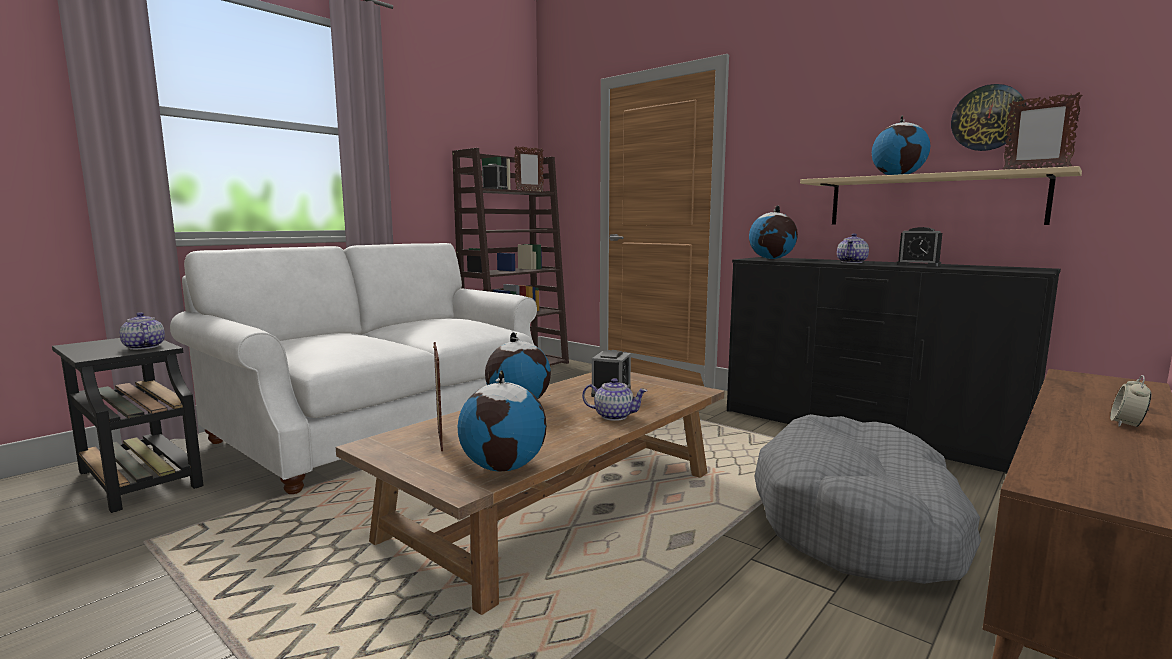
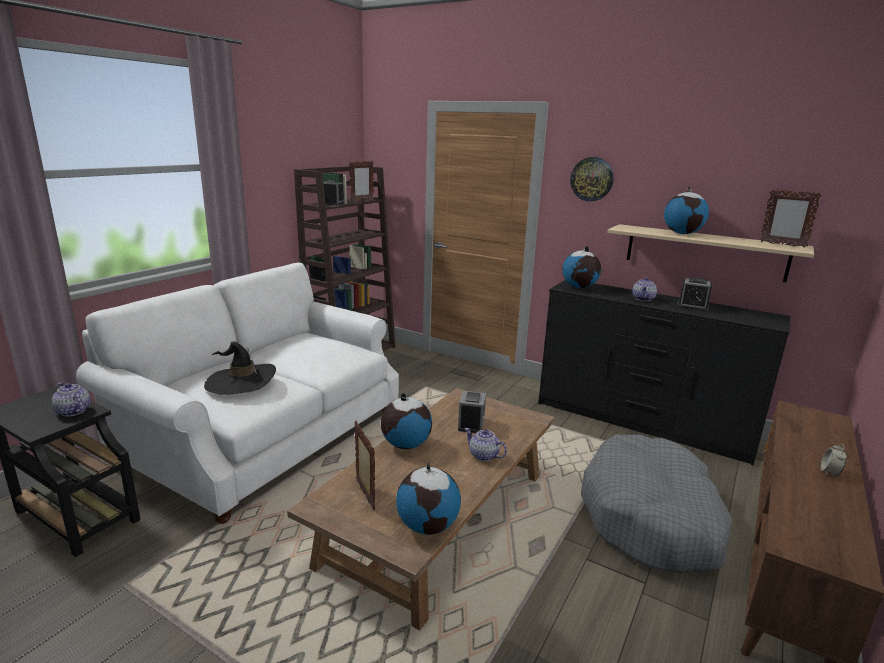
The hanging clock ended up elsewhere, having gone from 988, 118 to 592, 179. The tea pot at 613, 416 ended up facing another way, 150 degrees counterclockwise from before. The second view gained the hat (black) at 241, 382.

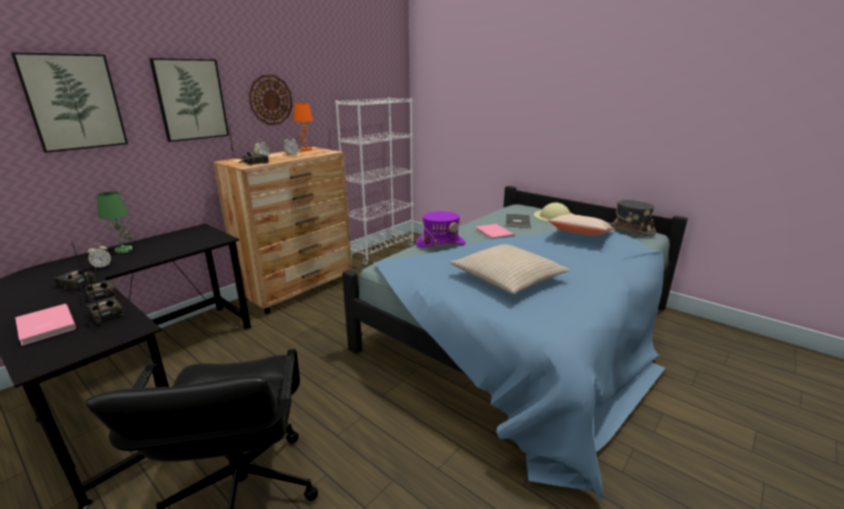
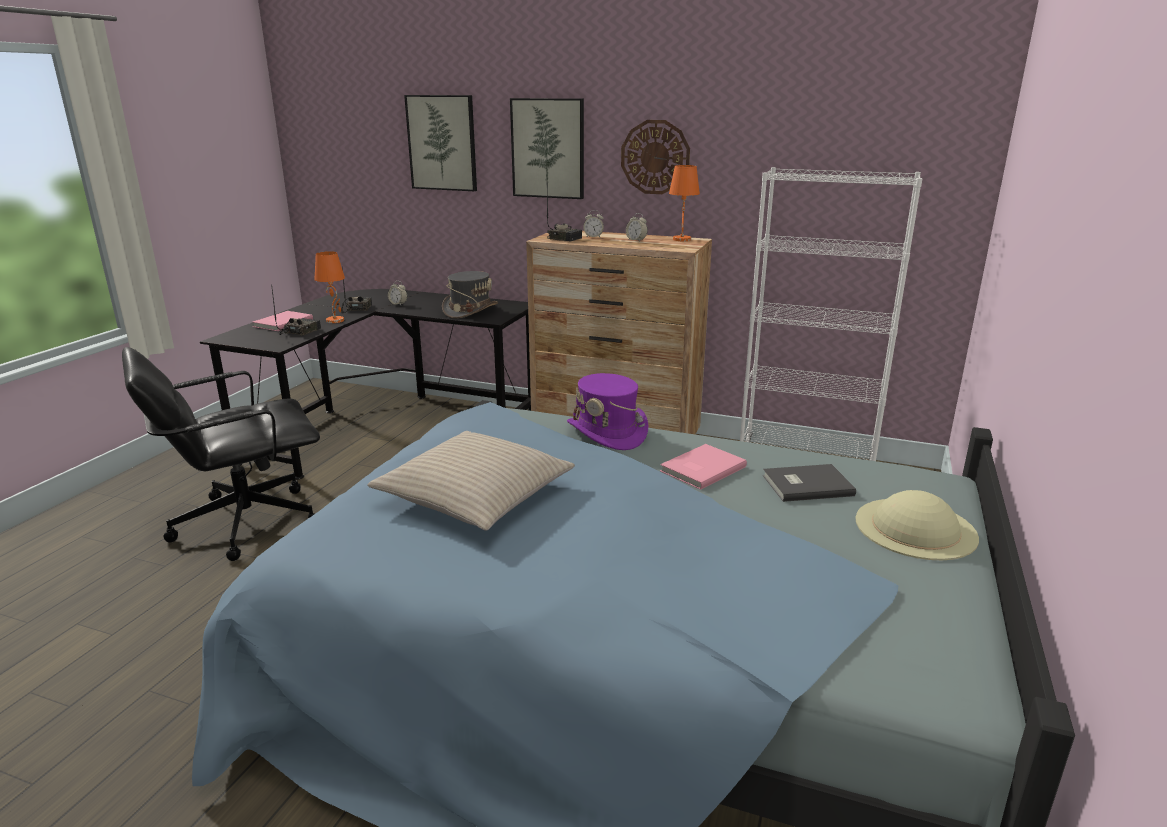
The second view lost the tabletop lamp (greenish) at 124, 250. The hat (greyish) ended up elsewhere, having gone from 630, 230 to 470, 311. The second view lost the cushion (beige-coloured) at 580, 235. Where the radio stood at 99, 296, the tabletop lamp (orangey) came to stand at 335, 320.

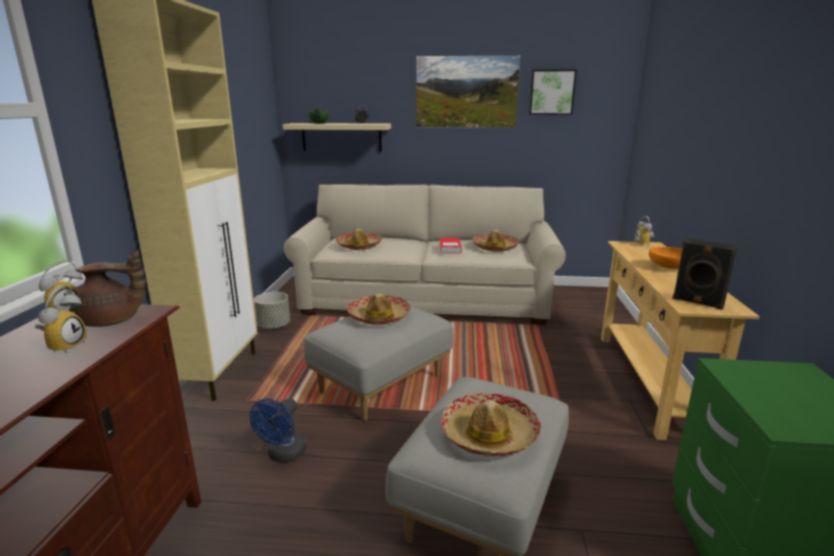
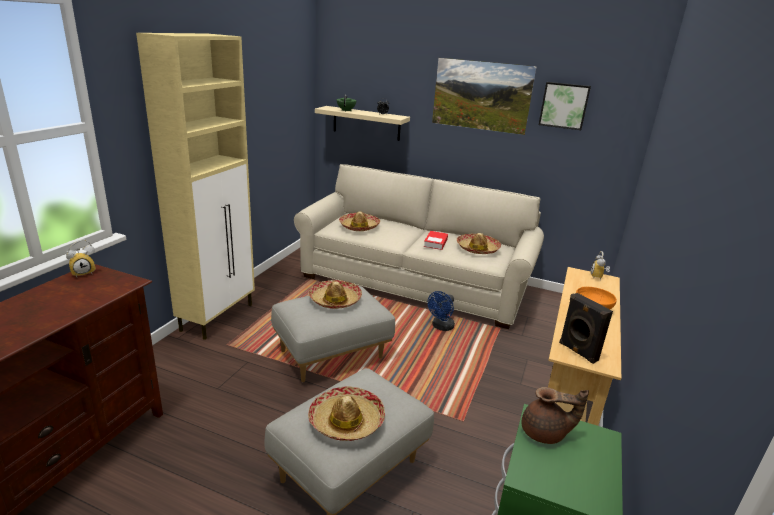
The tea pot (brownish) ended up elsewhere, having gone from 112, 321 to 545, 433. The second view lost the bedside clock at 65, 346. The second view lost the planter (greyish) at 274, 326. The cooling fan (blue-coloured) ended up elsewhere, having gone from 283, 455 to 441, 327.

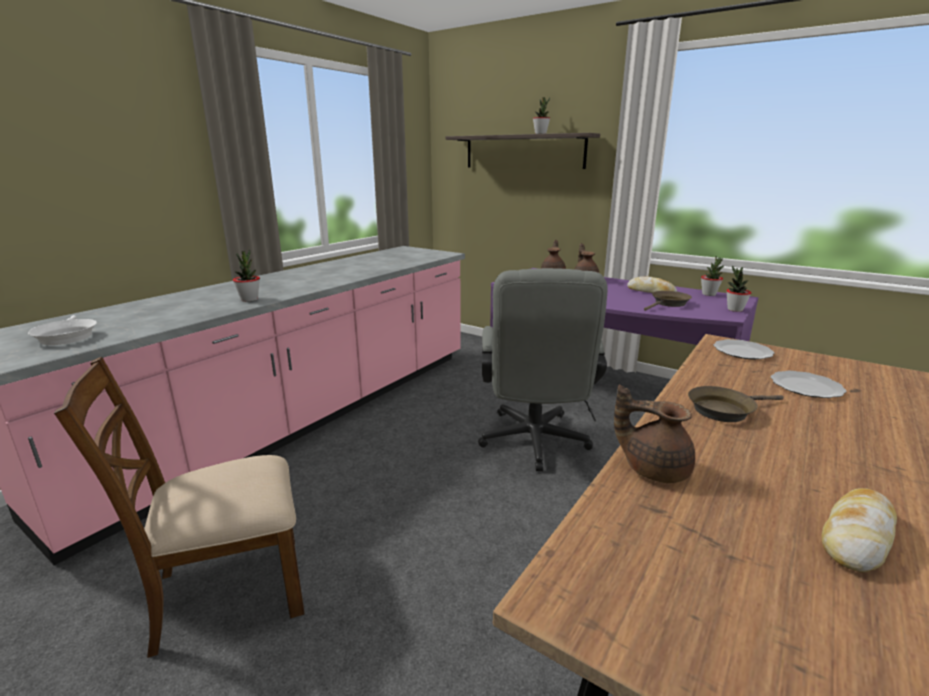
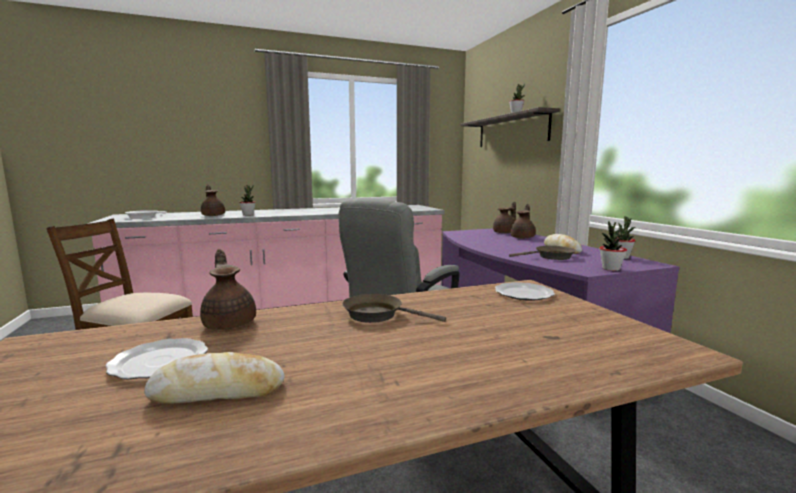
The flat dish ended up elsewhere, having gone from 805, 386 to 161, 361. The second view gained the tea pot (brownish) at 213, 215.

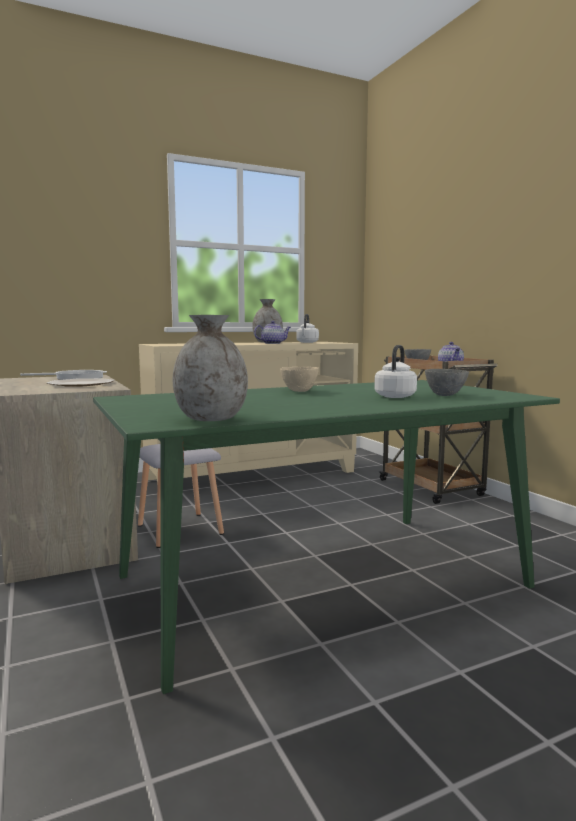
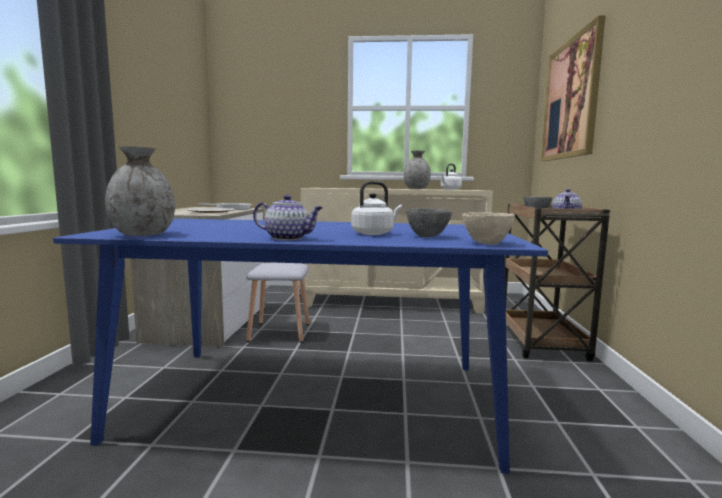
The tea pot ended up elsewhere, having gone from 273, 343 to 289, 238. The serving bowl (beige-coloured) ended up elsewhere, having gone from 300, 391 to 487, 243. What was the dinner table (greenish) at 323, 581 turned into the dinner table (blue-coloured) at 315, 399. The second view gained the wall art at 571, 99.

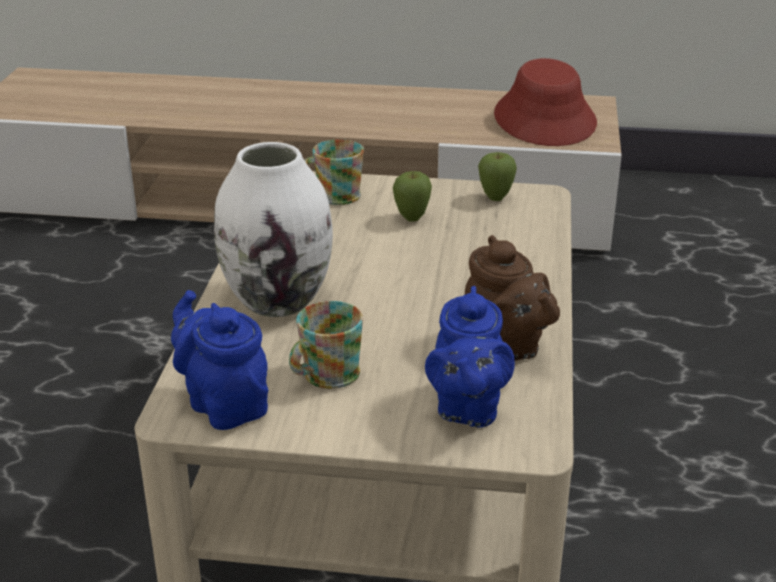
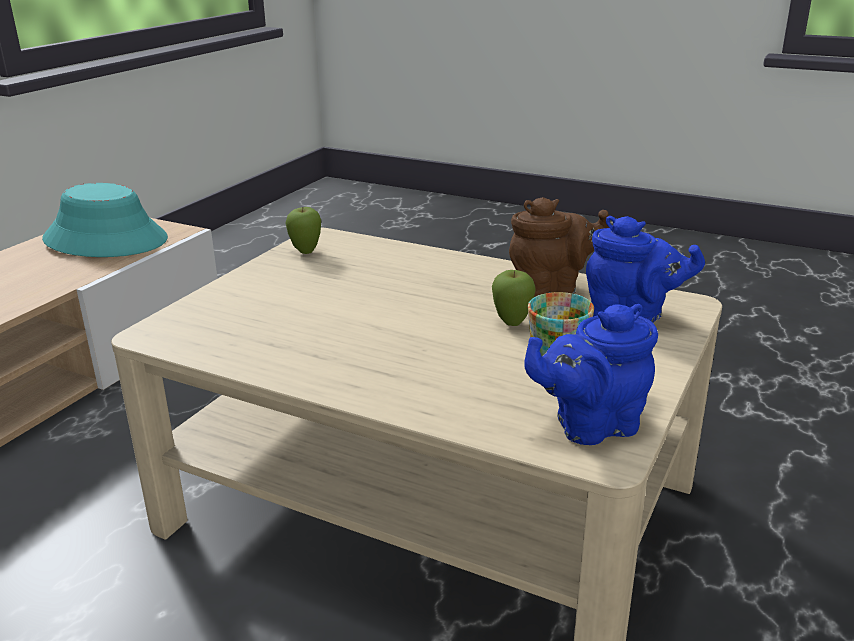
What was the hat (reddish) at 545, 119 turned into the hat (turquoise-coloured) at 106, 239. The second view lost the mug at 332, 195. The second view lost the flower vase (white-coloured) at 278, 300. The apple fruit ended up elsewhere, having gone from 412, 219 to 512, 324.

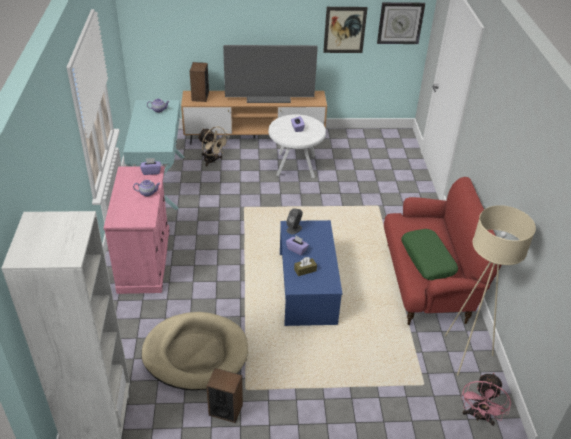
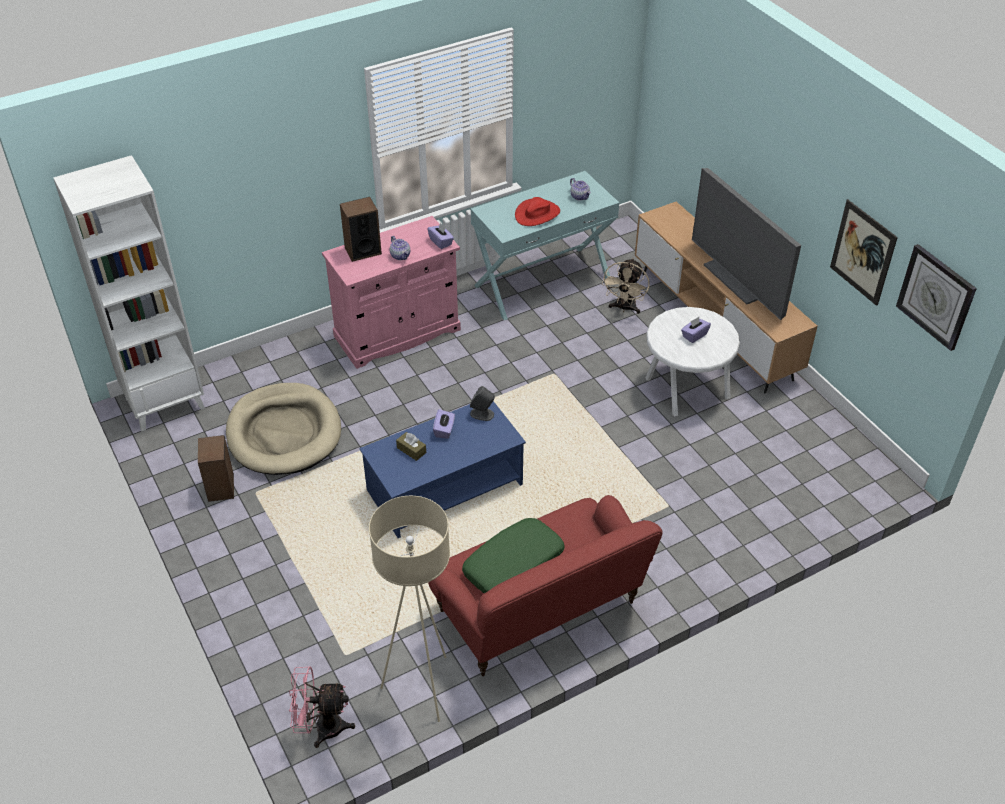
The speaker ended up elsewhere, having gone from 200, 96 to 362, 251. The second view gained the hat (reddish) at 537, 214.

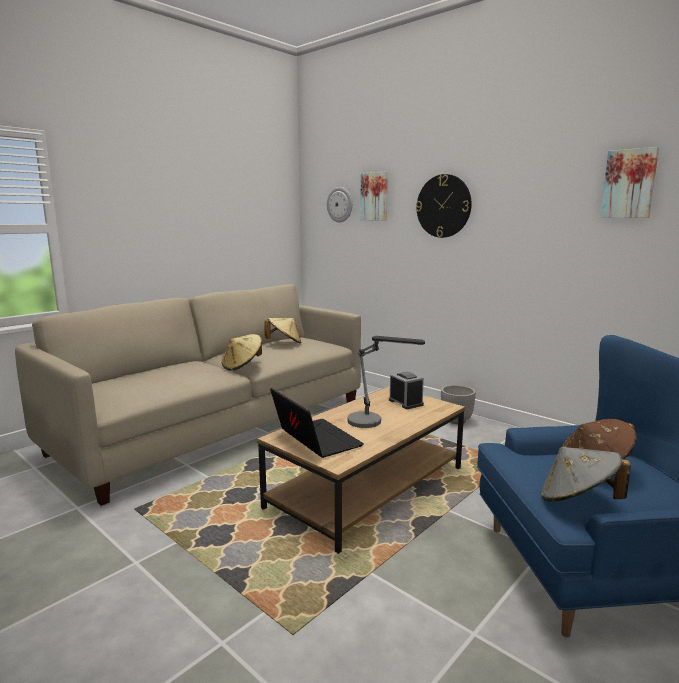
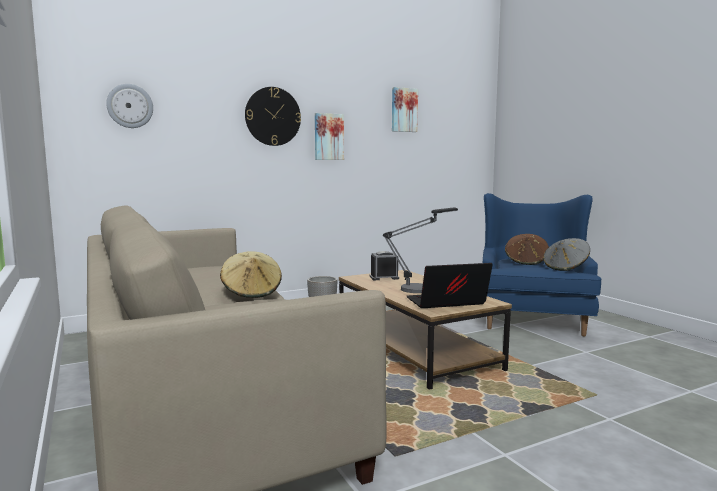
The wall art ended up elsewhere, having gone from 375, 196 to 328, 137. The second view lost the hat (beige-coloured) at 284, 343.

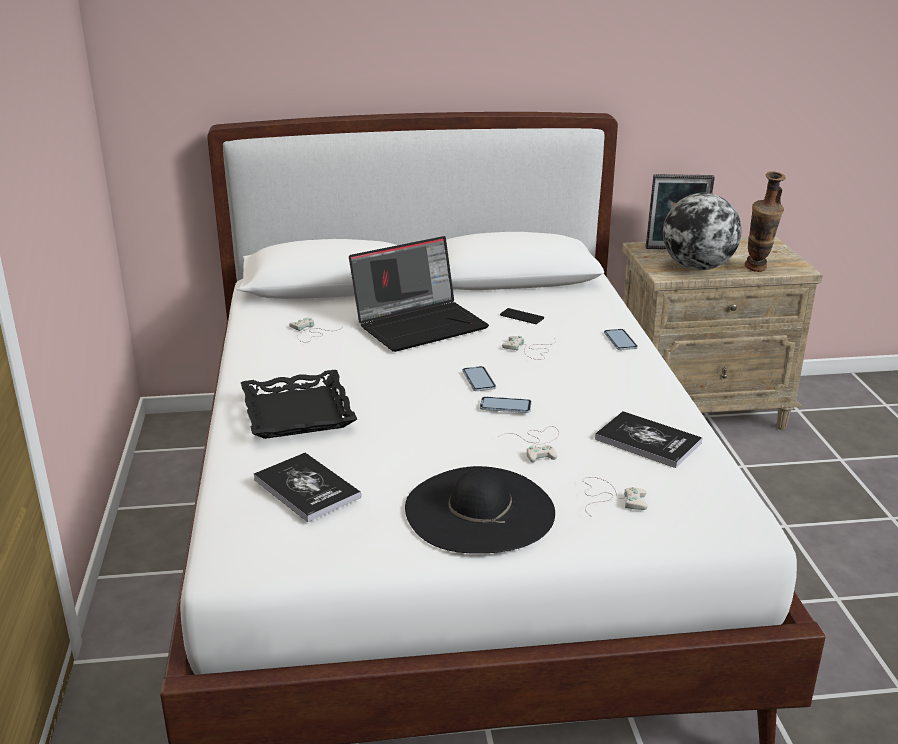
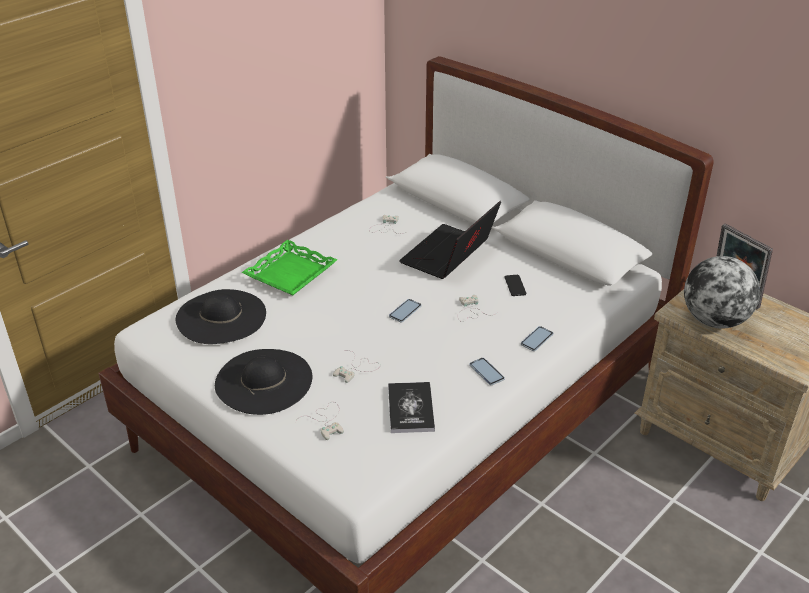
The second view lost the flower vase at 757, 271. The laptop at 420, 324 ended up facing another way, 105 degrees clockwise from before. What was the serving tray (black) at 299, 413 turned into the serving tray (greenish) at 291, 274. The telephone ended up elsewhere, having gone from 505, 406 to 486, 372. Where the book stood at 306, 488, the hat (black) came to stand at 221, 316.

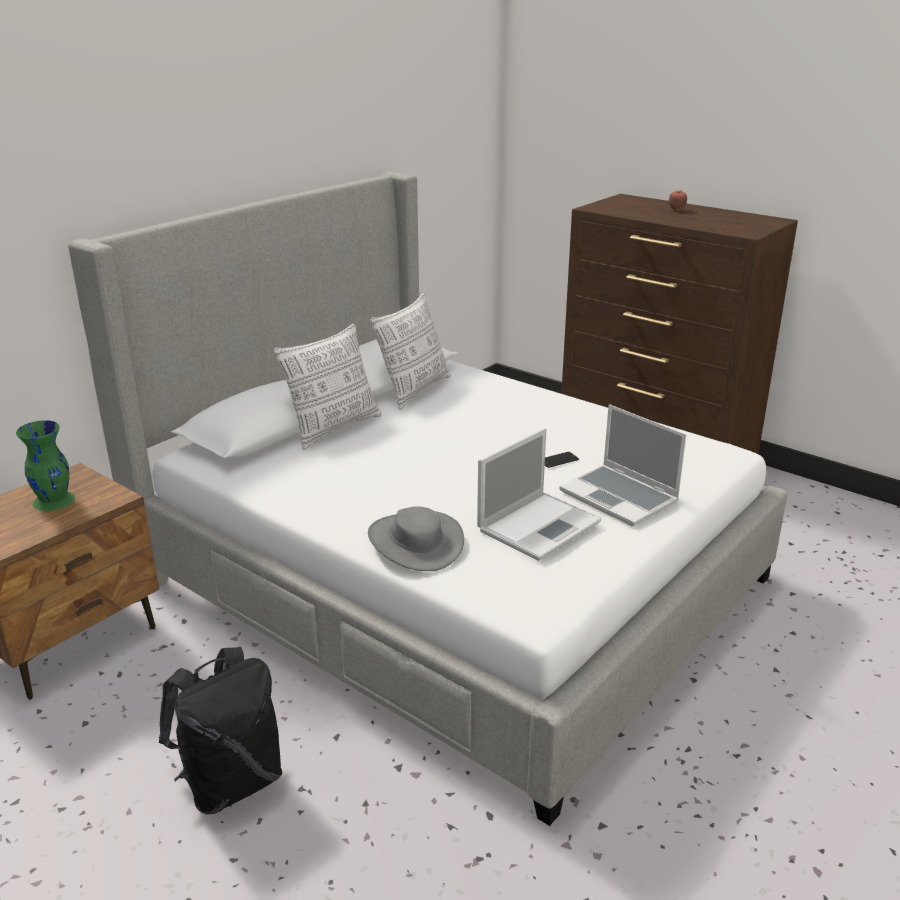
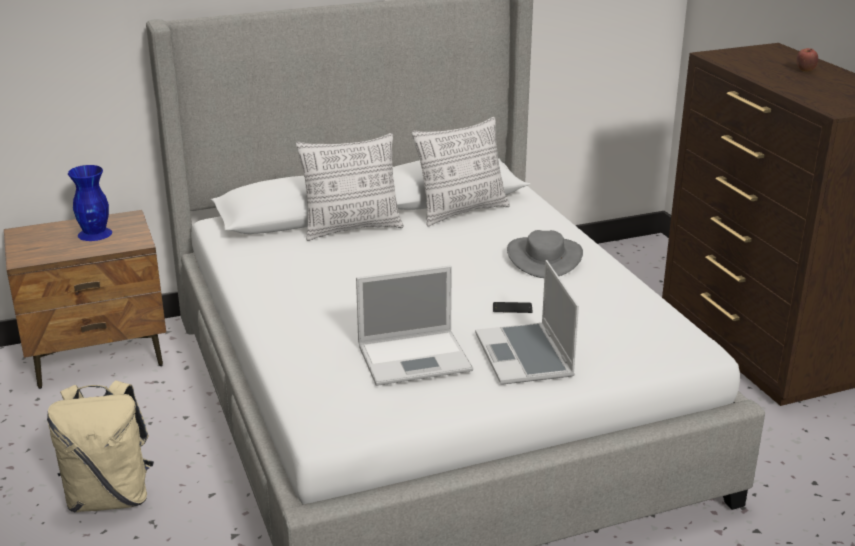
What was the flower vase (greenish) at 54, 501 turned into the flower vase (blue-coloured) at 95, 234. The hat (greyish) ended up elsewhere, having gone from 416, 542 to 544, 258. What was the backpack (black) at 231, 782 turned into the backpack (beige-coloured) at 110, 497.

